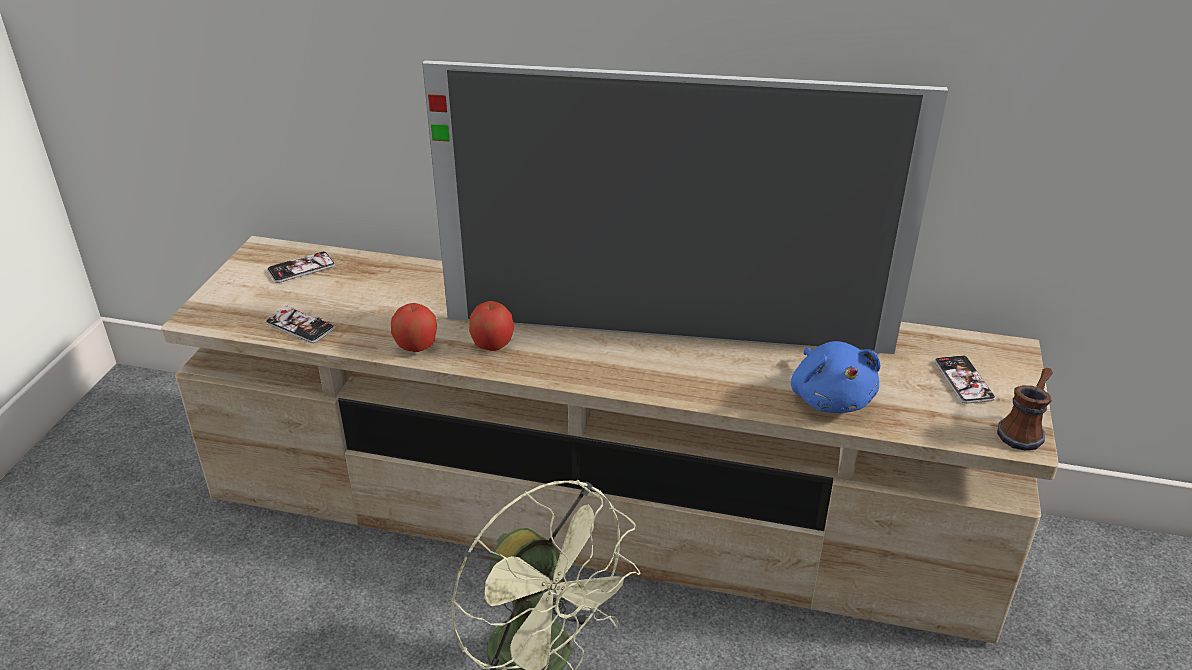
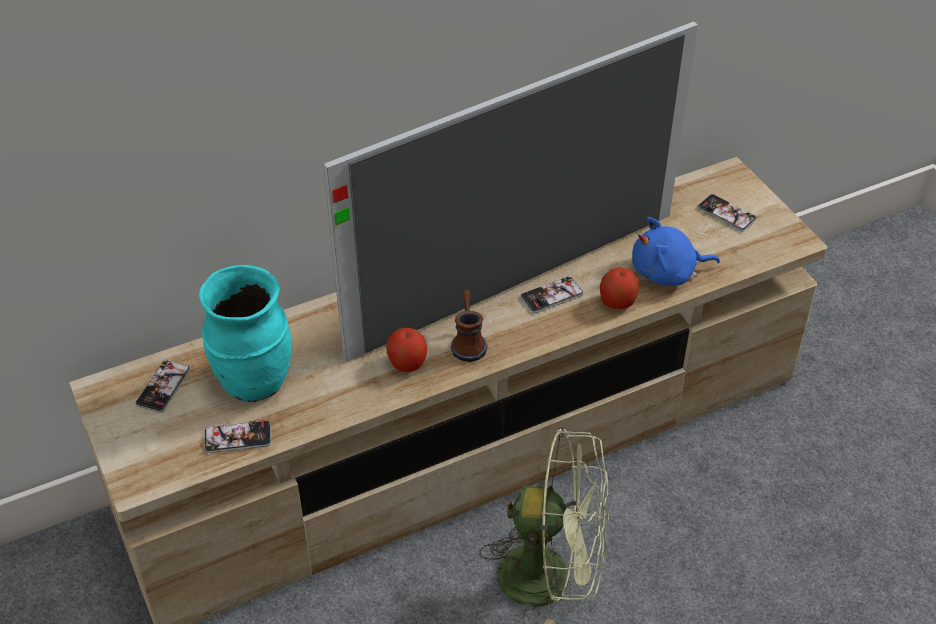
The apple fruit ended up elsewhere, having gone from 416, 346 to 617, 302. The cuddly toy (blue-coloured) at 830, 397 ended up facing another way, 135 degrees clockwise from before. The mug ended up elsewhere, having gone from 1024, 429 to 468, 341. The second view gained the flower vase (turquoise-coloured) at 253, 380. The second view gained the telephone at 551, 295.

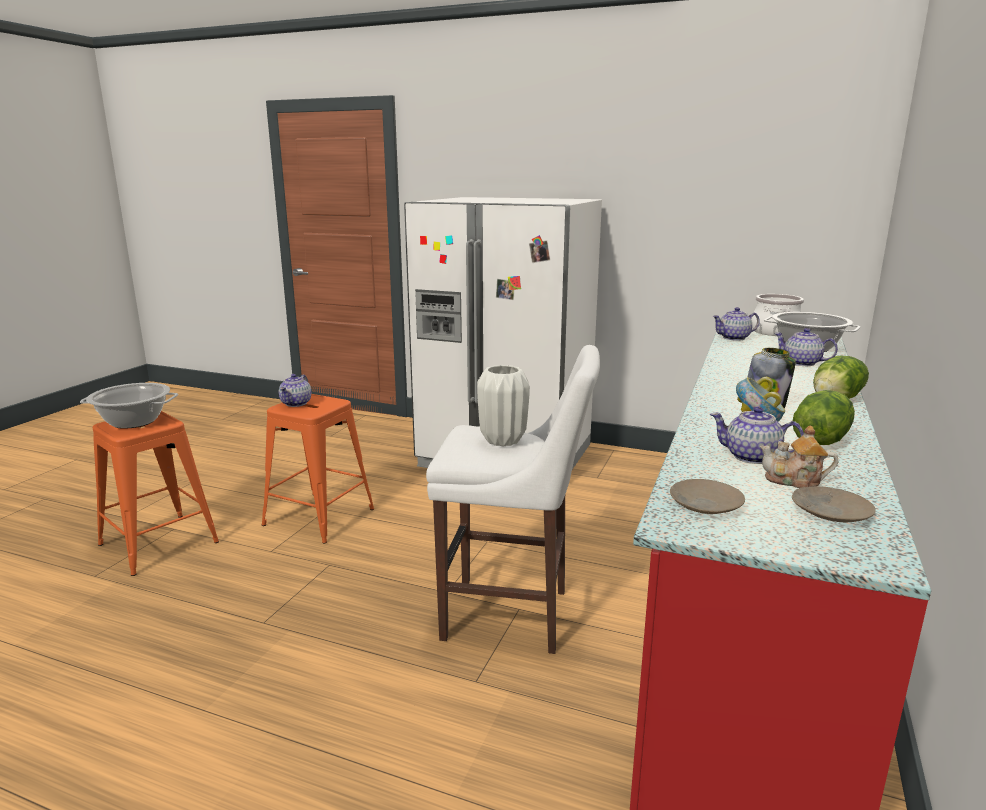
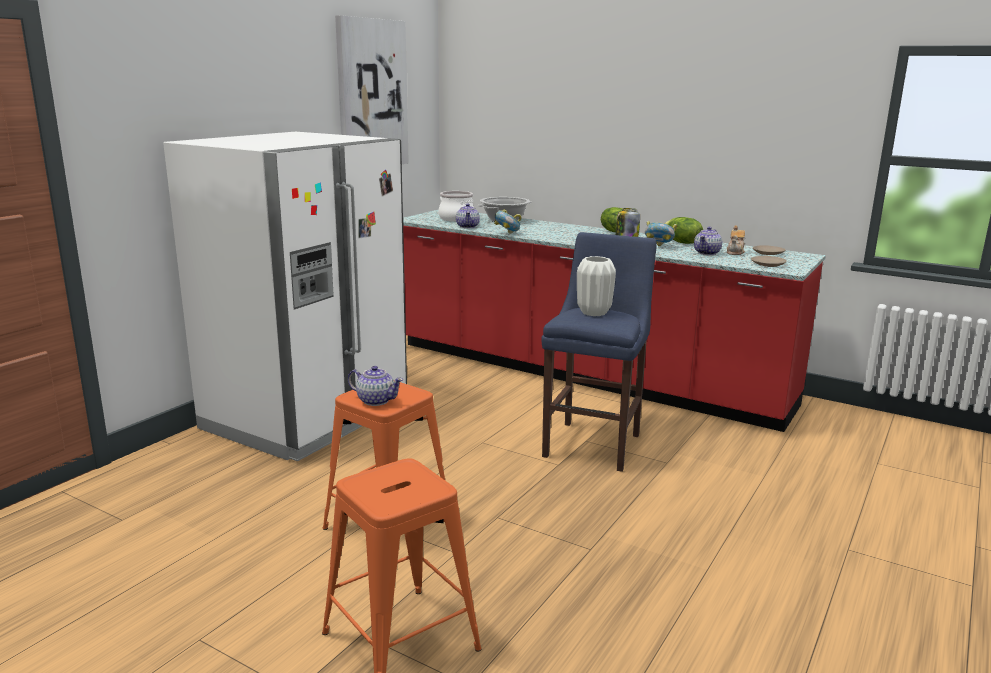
The second view lost the tea pot at 802, 363. What was the sitting stool (white-coloured) at 513, 615 turned into the sitting stool (blue-coloured) at 594, 443. The second view lost the cooking pot at 134, 421. The second view gained the wall art at 372, 95. The second view gained the serving bowl at 507, 234.

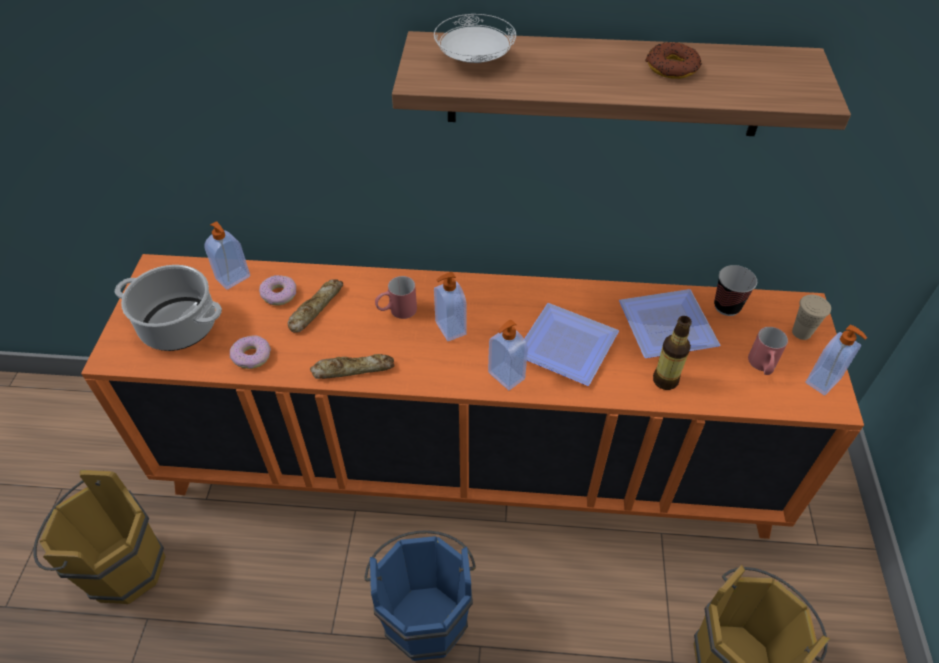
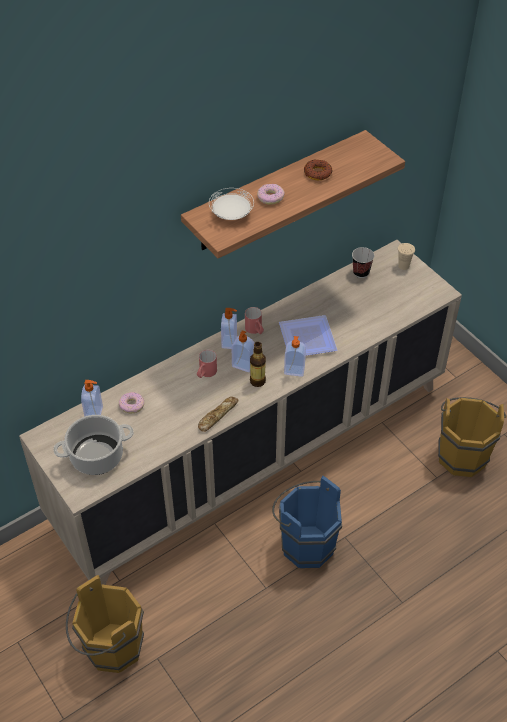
What was the storage cabinet (orangey) at 469, 464 turned into the storage cabinet (beige-coloured) at 253, 456. The second view lost the baked bread at 315, 308. The second view lost the flat dish at 665, 329. The bottle ended up elsewhere, having gone from 665, 380 to 257, 381. The soap bottle ended up elsewhere, having gone from 823, 382 to 230, 342. The mug (reddish) ended up elsewhere, having gone from 762, 366 to 255, 330. The doughnut ended up elsewhere, having gone from 251, 356 to 270, 197.

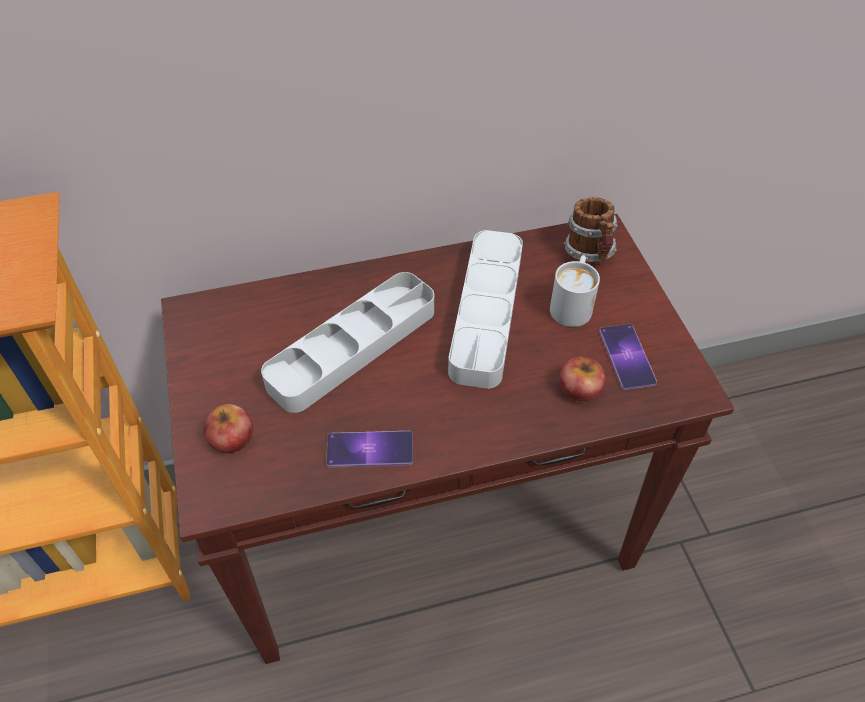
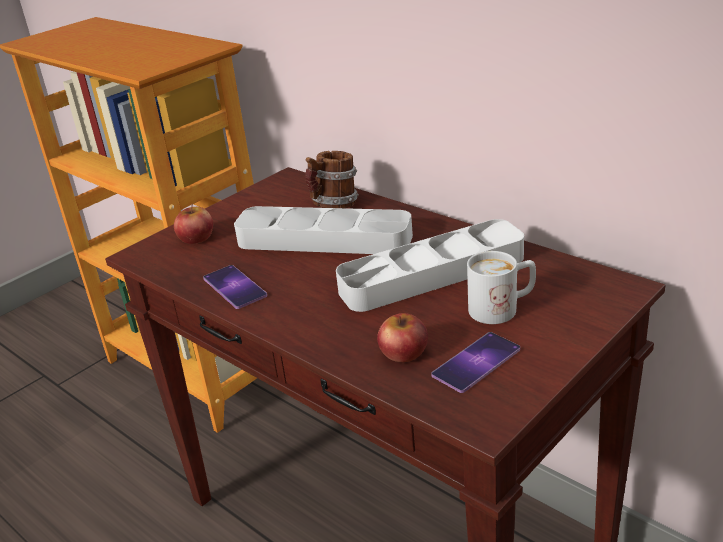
The mug ended up elsewhere, having gone from 590, 255 to 333, 206.

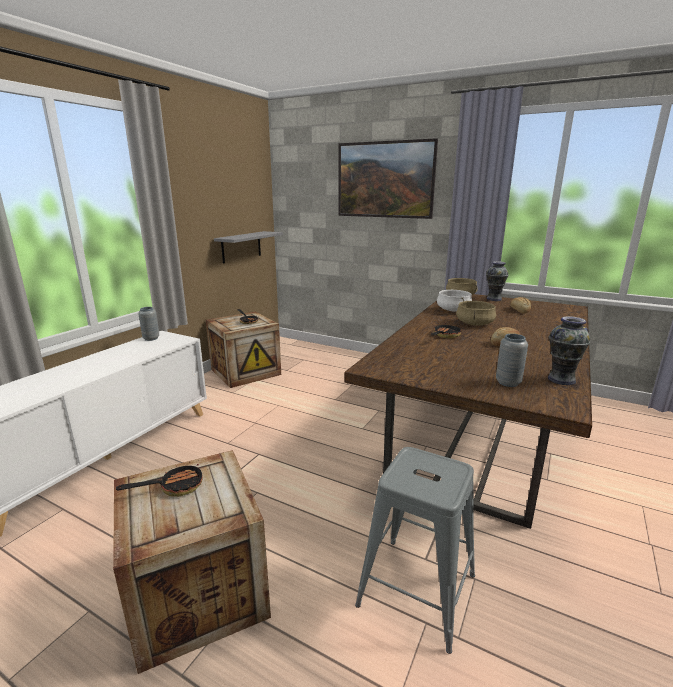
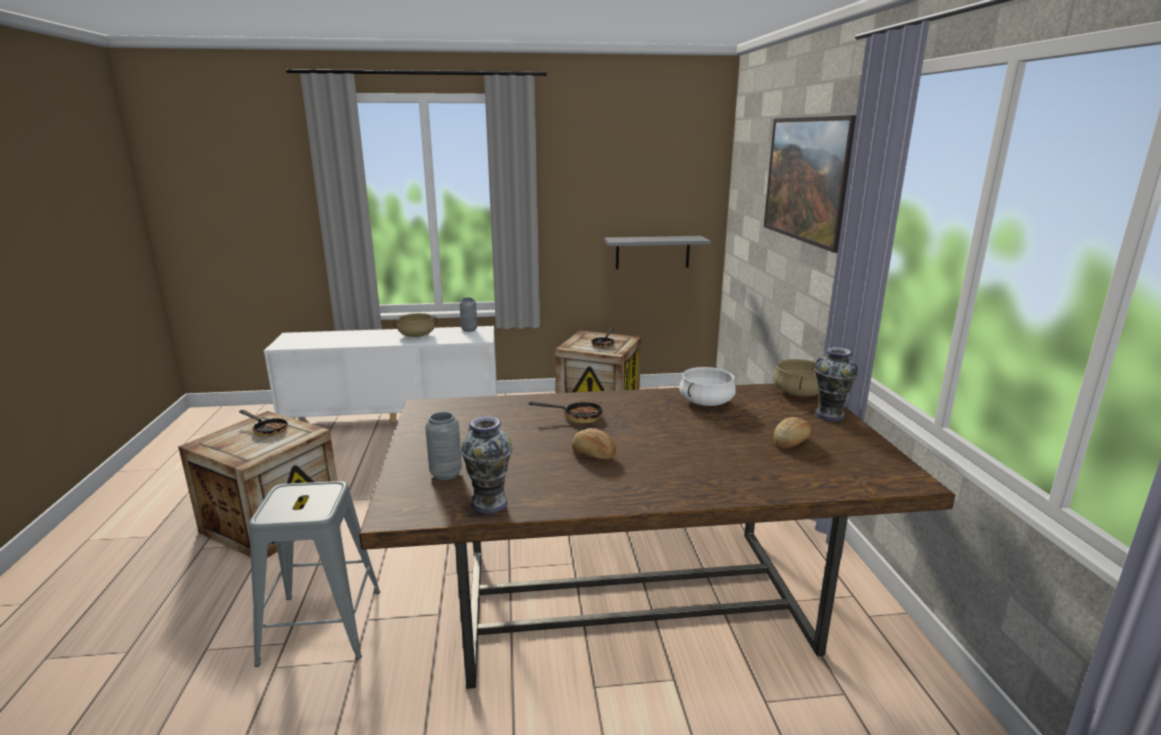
The cooking pot (beige-coloured) ended up elsewhere, having gone from 474, 323 to 417, 335.

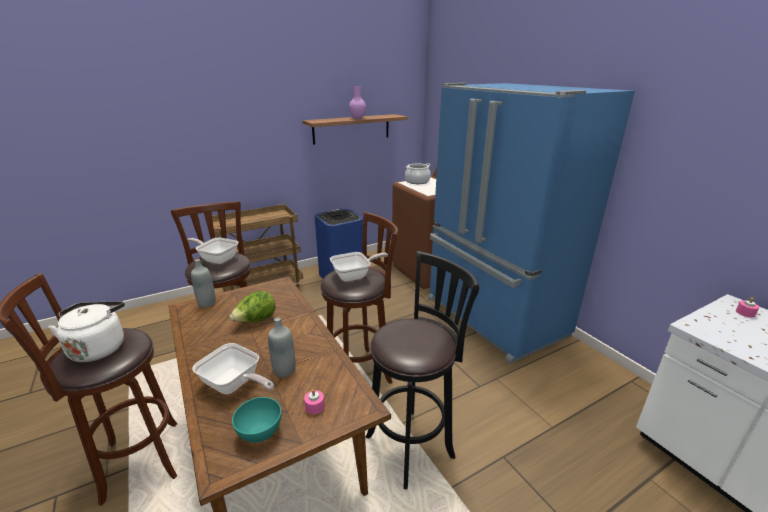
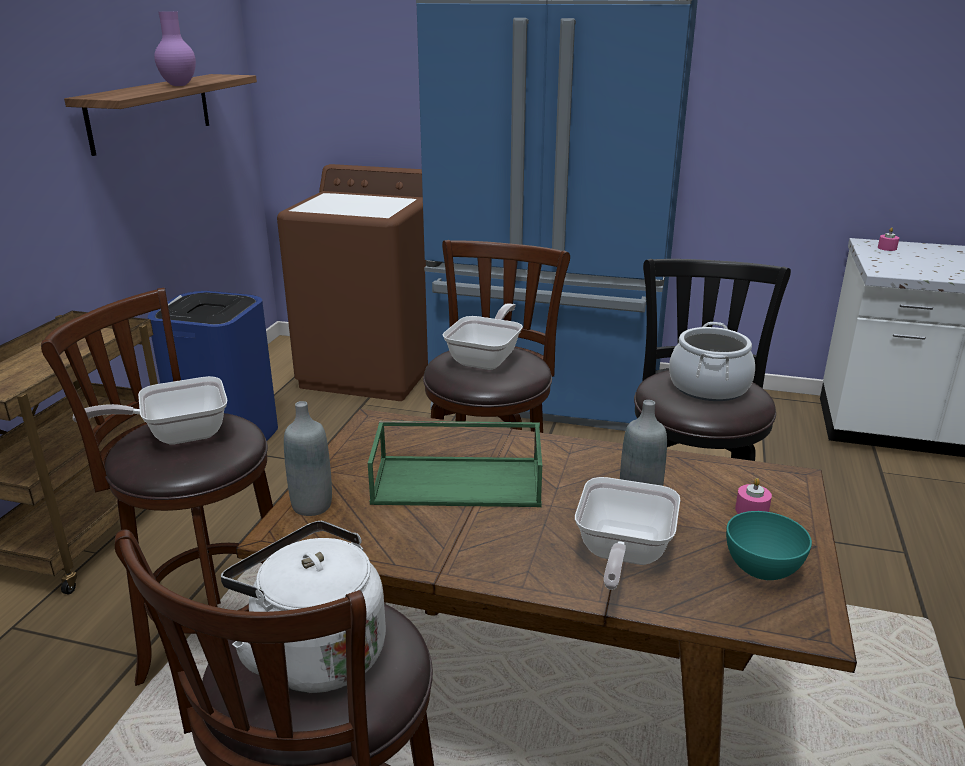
The cooking pot ended up elsewhere, having gone from 417, 181 to 708, 387. Where the lettuce head stood at 256, 321, the serving tray (greenish) came to stand at 459, 481. The pan at 234, 385 ended up facing another way, 120 degrees clockwise from before.

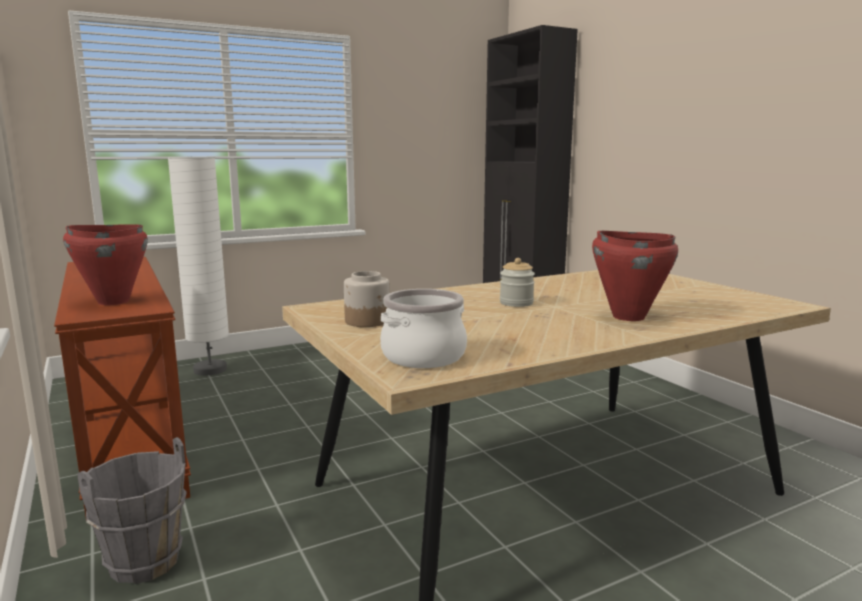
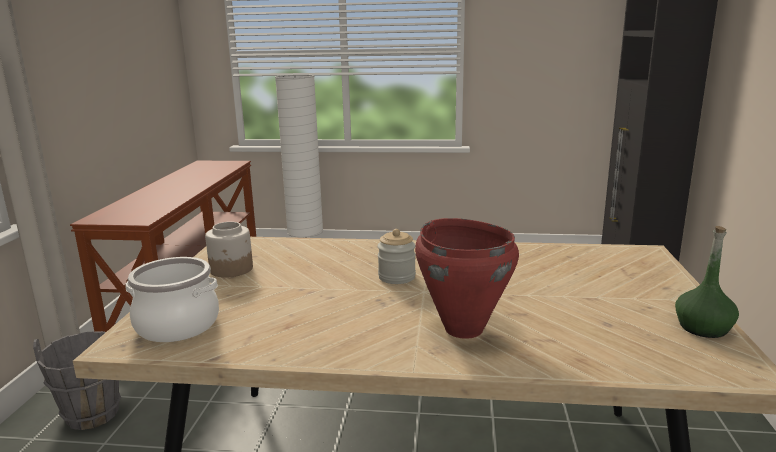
The second view lost the cooking pot (reddish) at 113, 301. The second view gained the bottle (greenish) at 703, 328.

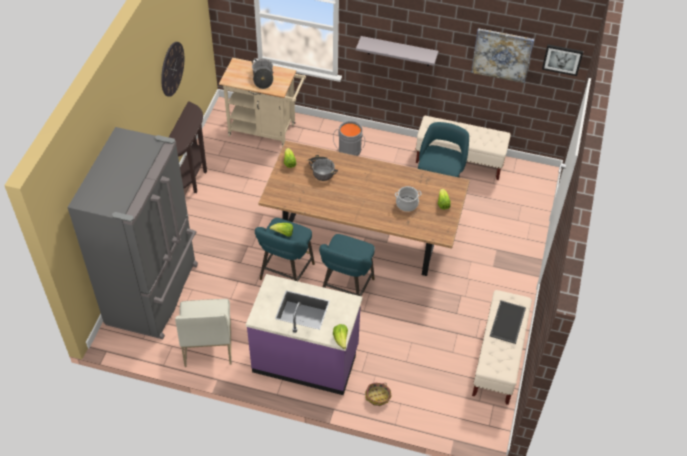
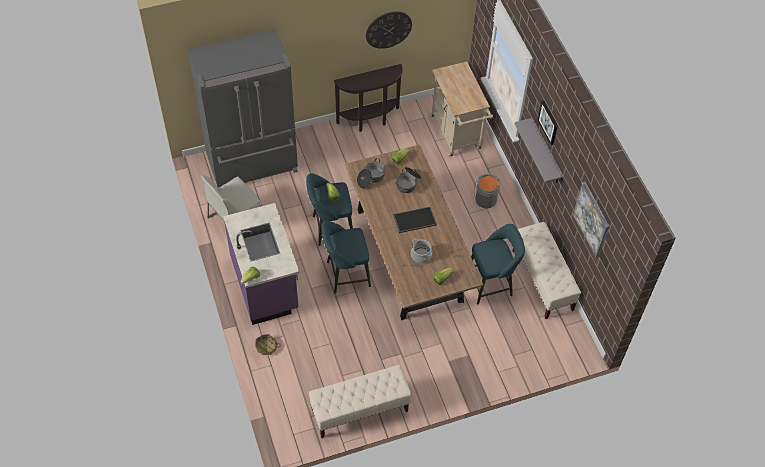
The wall art ended up elsewhere, having gone from 562, 59 to 548, 122. The cooking pot ended up elsewhere, having gone from 263, 78 to 371, 178. The serving tray ended up elsewhere, having gone from 508, 322 to 414, 220.

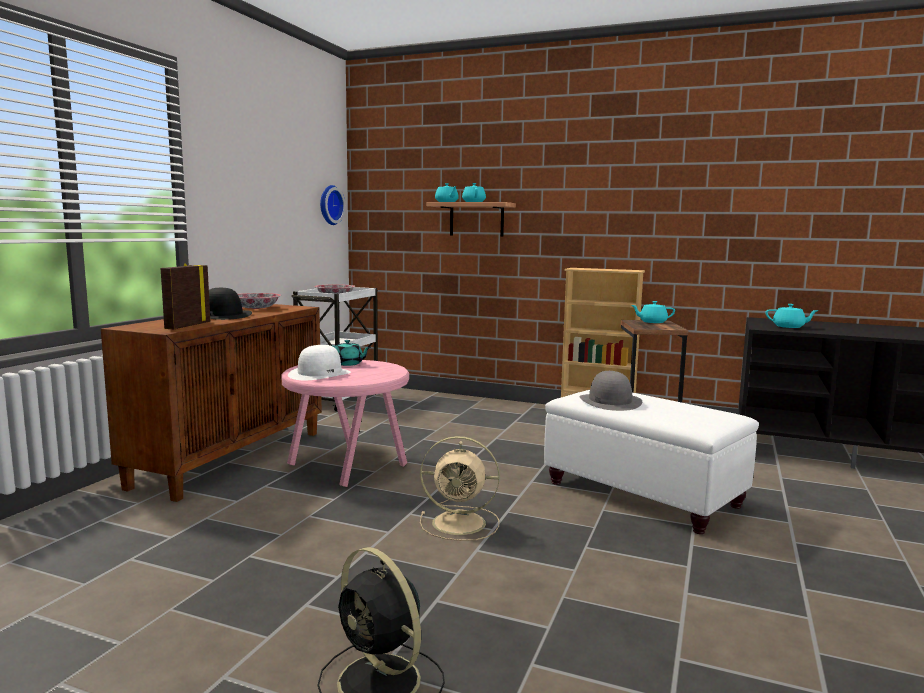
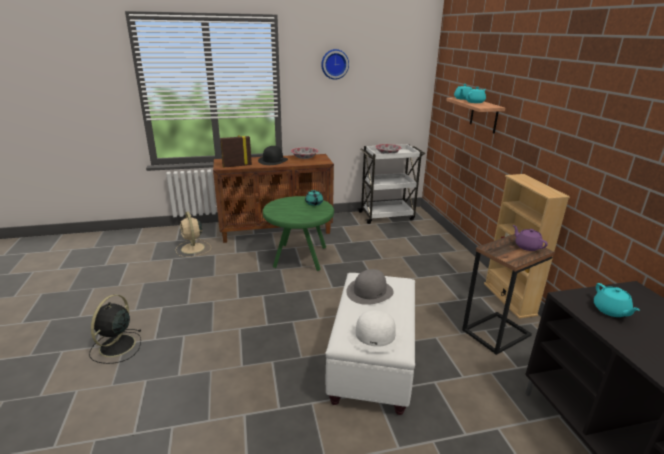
The hanging clock ended up elsewhere, having gone from 329, 205 to 334, 64. What was the tea pot (turquoise-coloured) at 652, 322 turned into the tea pot (purple) at 527, 246. The hat (white-coloured) ended up elsewhere, having gone from 319, 374 to 375, 336. What was the accent table (pinkish) at 348, 466 turned into the accent table (greenish) at 299, 258. The cooling fan (beige-coloured) ended up elsewhere, having gone from 461, 523 to 193, 249.

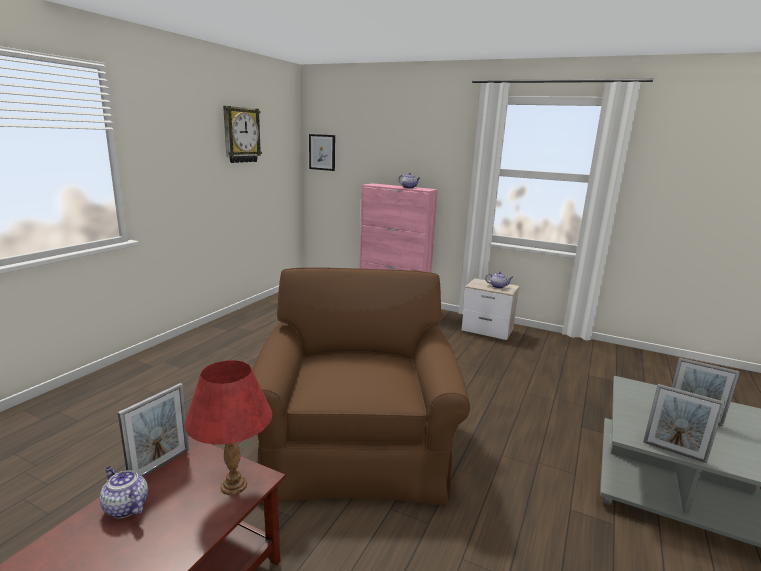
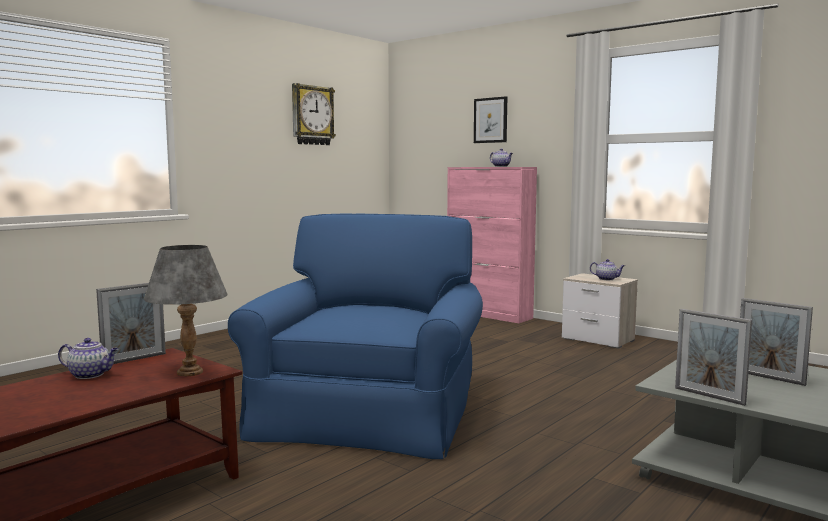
The wall art ended up elsewhere, having gone from 322, 152 to 490, 120. What was the easy chair (brownish) at 356, 443 turned into the easy chair (blue-coloured) at 369, 411. What was the tabletop lamp (reddish) at 234, 486 turned into the tabletop lamp (greyish) at 190, 372. The tea pot at 125, 507 ended up facing another way, 135 degrees clockwise from before.

